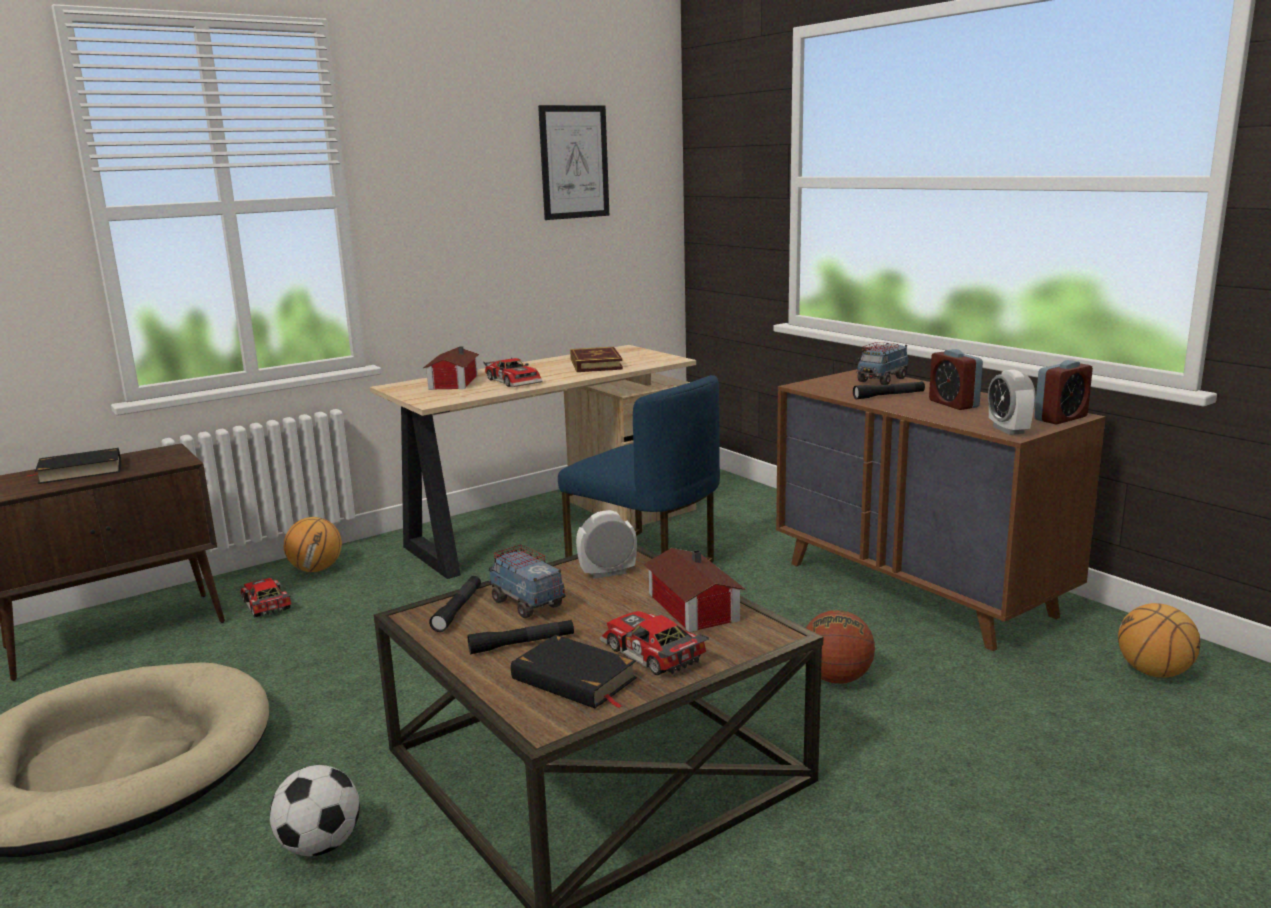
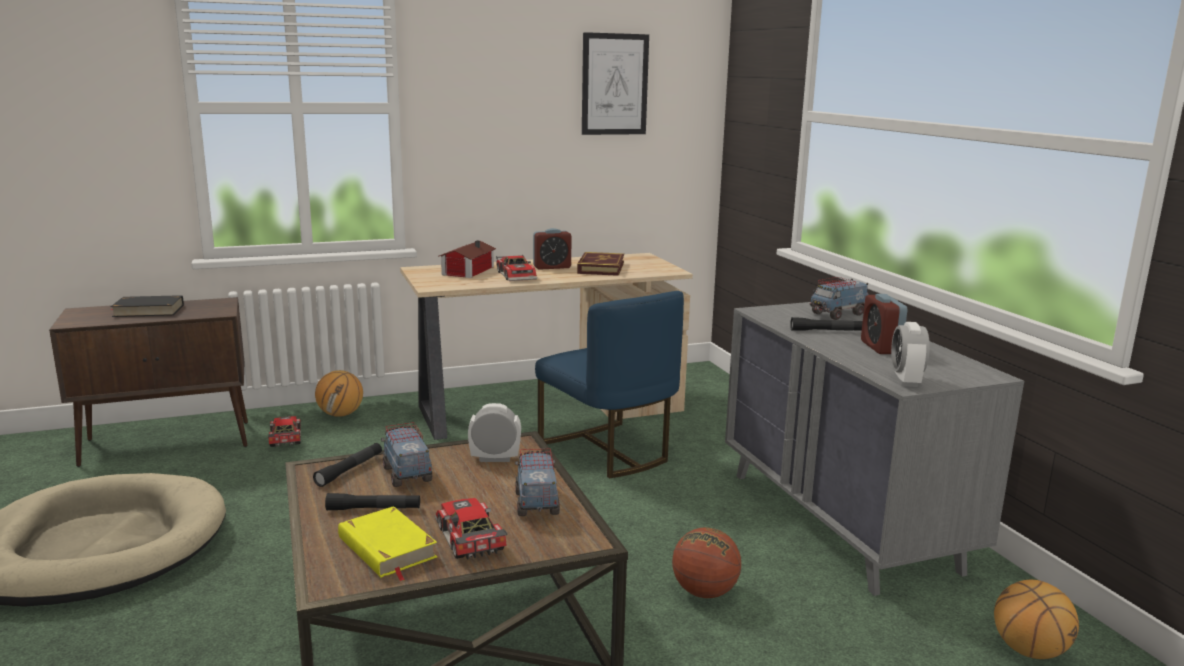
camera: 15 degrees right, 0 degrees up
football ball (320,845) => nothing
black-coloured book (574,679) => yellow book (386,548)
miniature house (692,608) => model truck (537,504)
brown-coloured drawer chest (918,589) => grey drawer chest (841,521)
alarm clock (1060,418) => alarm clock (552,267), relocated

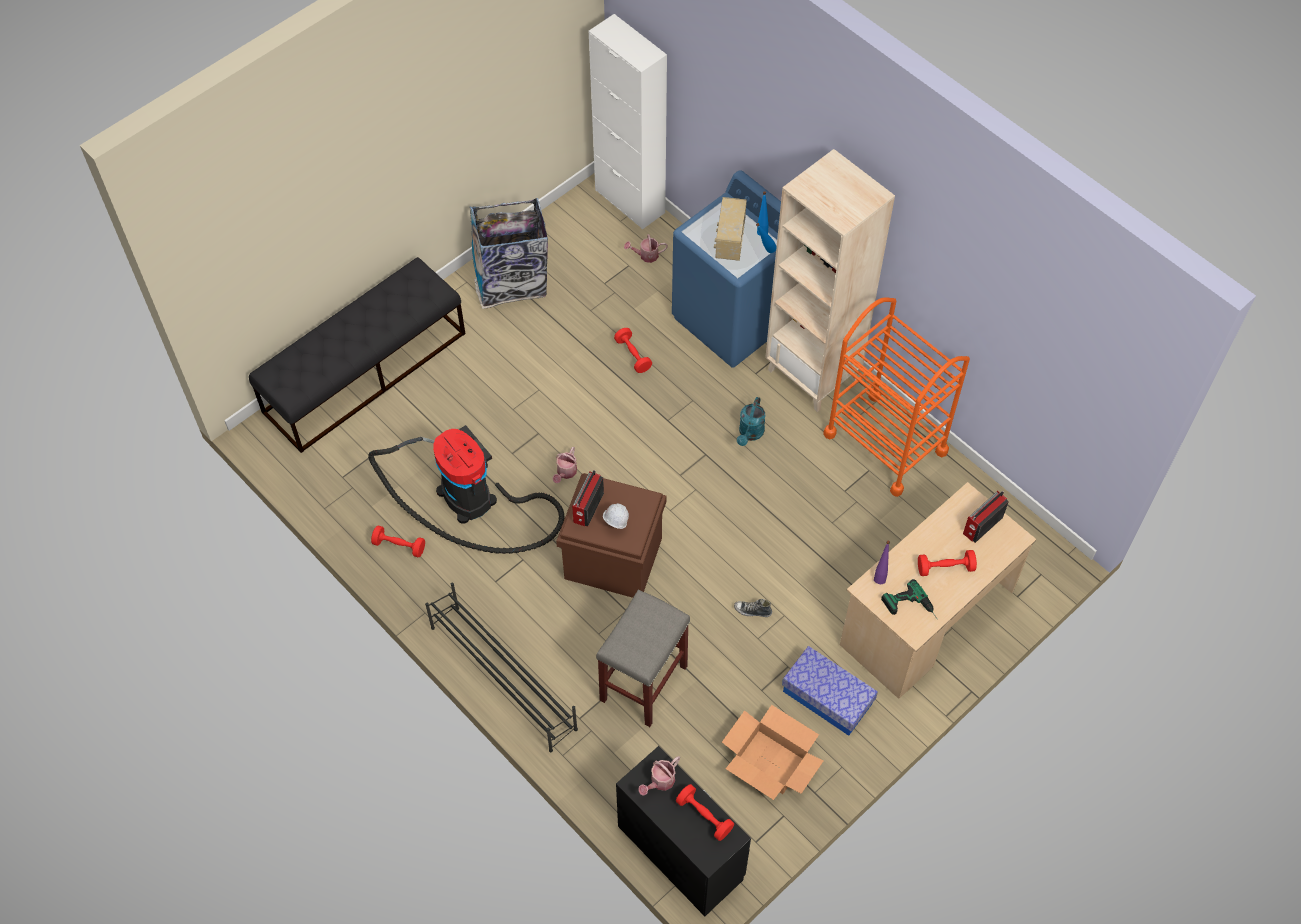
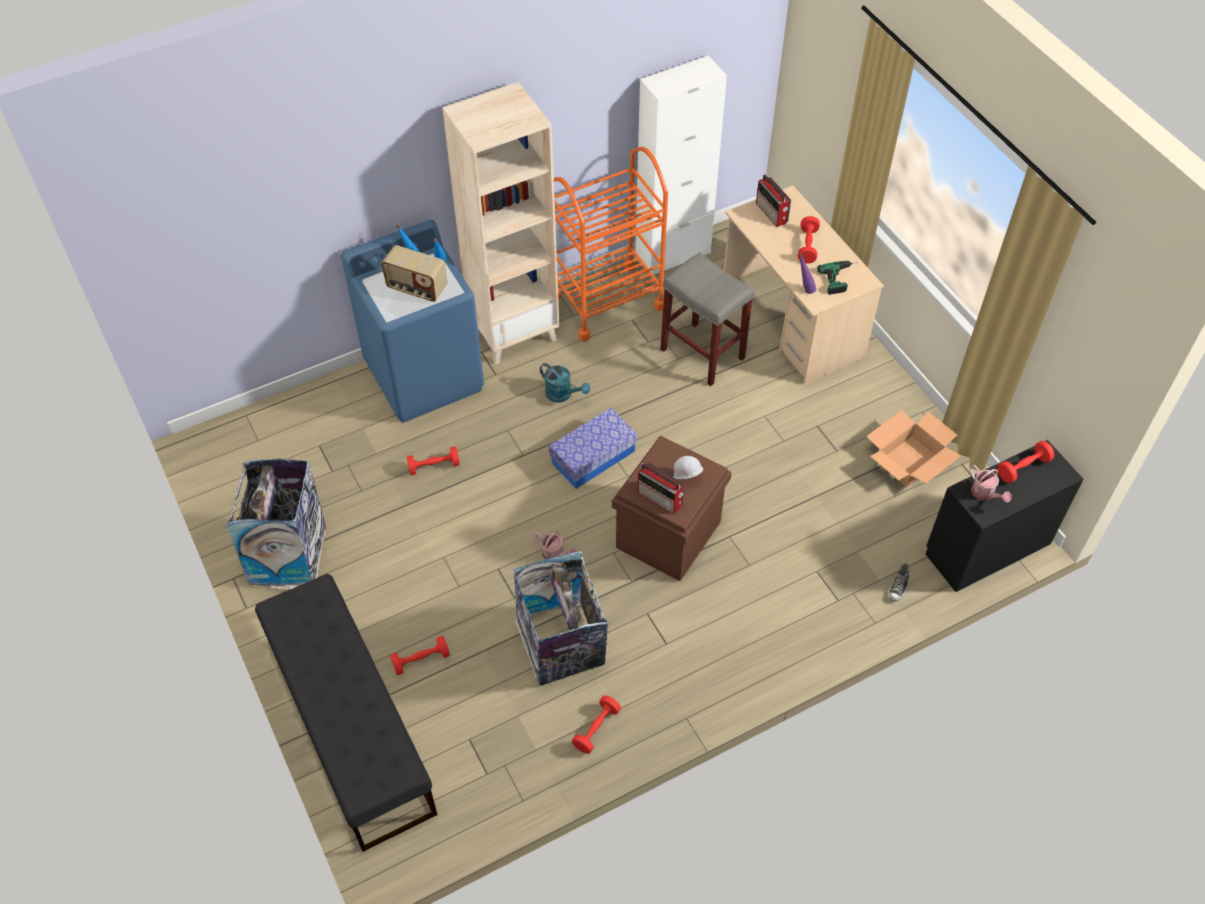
camera: 75 degrees left, 5 degrees down
hoover (472,501) => rubbish bin (561,646)
black-coloured shoe shelf (502,677) => nothing
white-coloured cabinet (630,201) => white-coloured cabinet (673,255), relocated
grey stool (643,682) => grey stool (701,353), relocated
sprinkling can (646,255) => nothing
shoe (752,611) => shoe (898,587), relocated
storage bin (827,697) => storage bin (593,457), relocated
nothing => reddish hand weight (421,660)

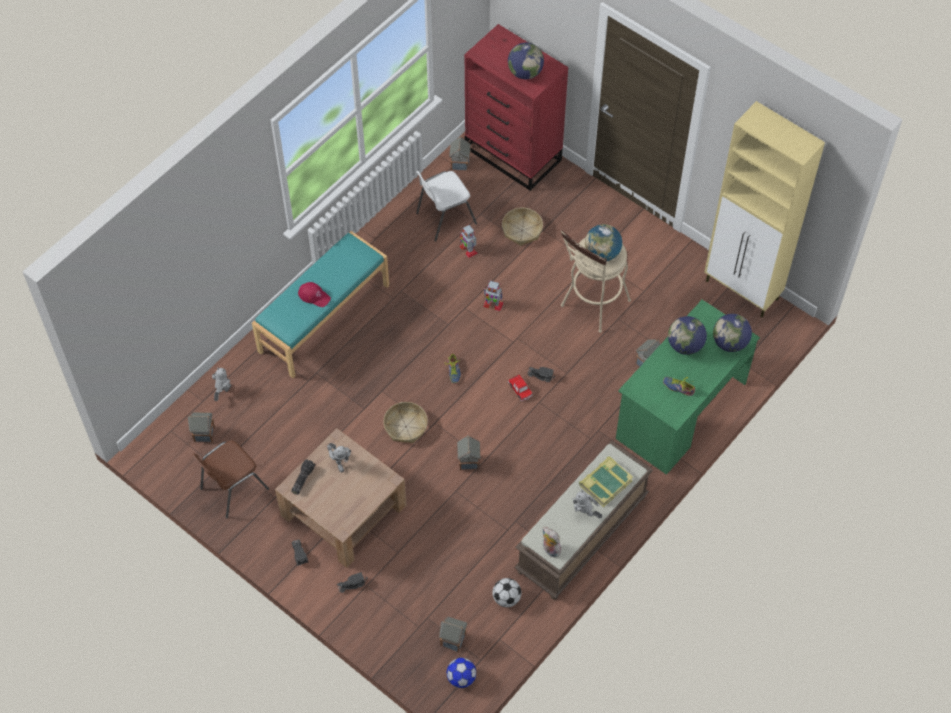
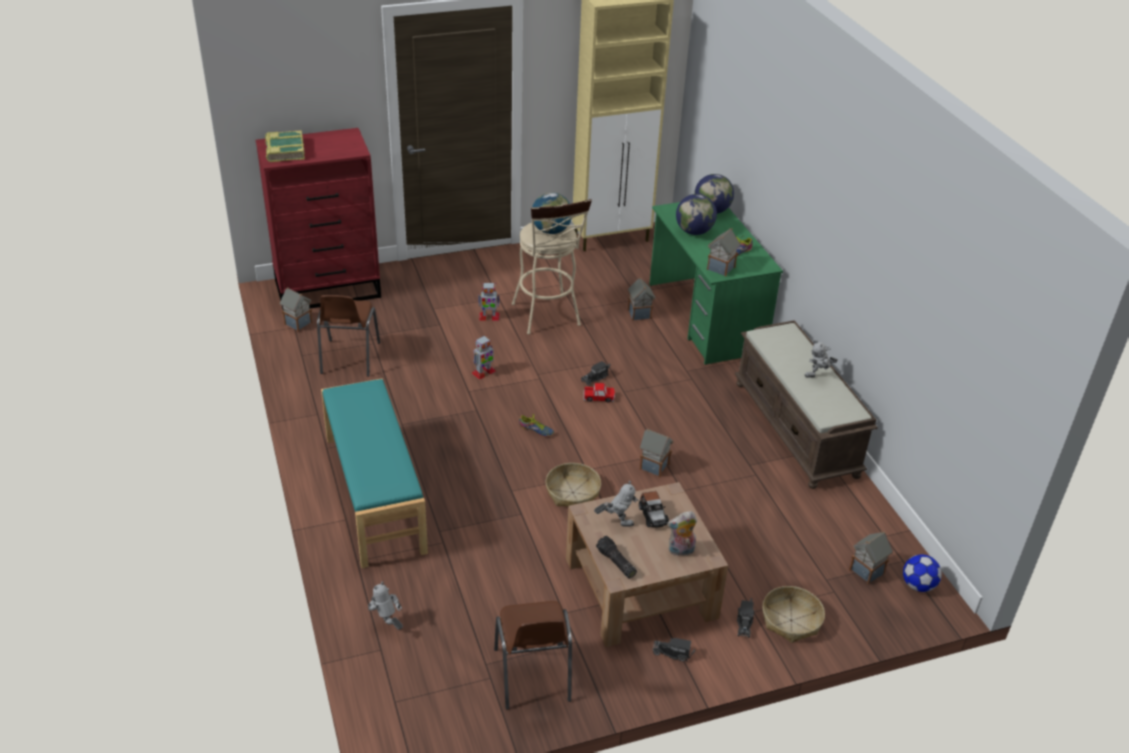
camera: 60 degrees left, 20 degrees down
miniature house (203,434) => miniature house (720,268), relocated
reddish cap (314,296) => nothing
white-coloured chair (444,218) => brown-coloured chair (349,359)
toy robot (468,249) => toy robot (489,317), relocated
football ball (506,598) => nothing
basket (522,230) => basket (791,620), relocated
world globe (525,73) => nothing
soft toy (550,549) => soft toy (680,551), relocated
book (605,483) => book (284,151), relocated
nothing => toy car (653,515)

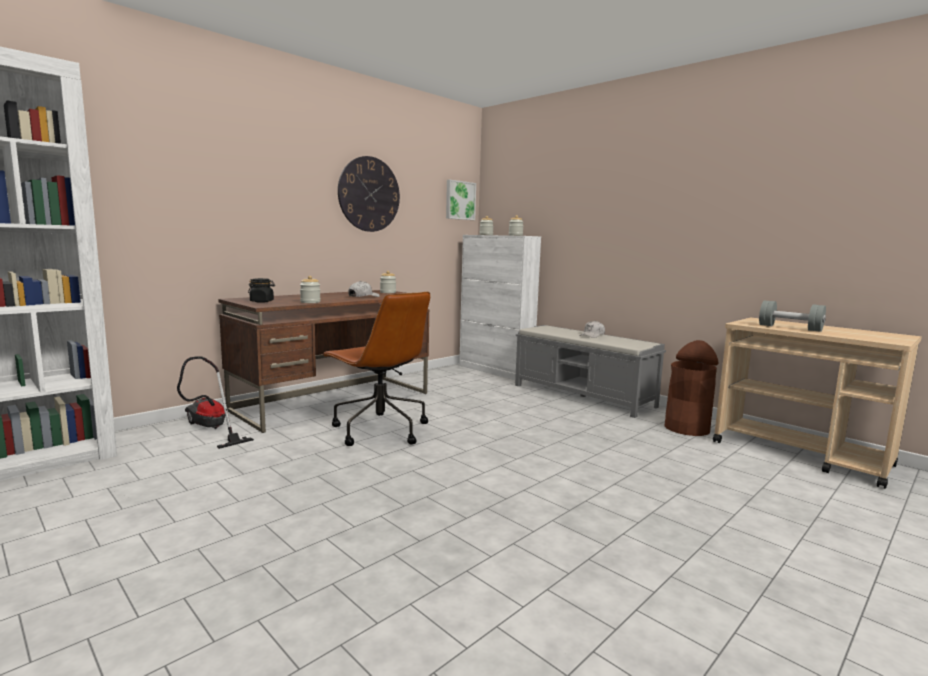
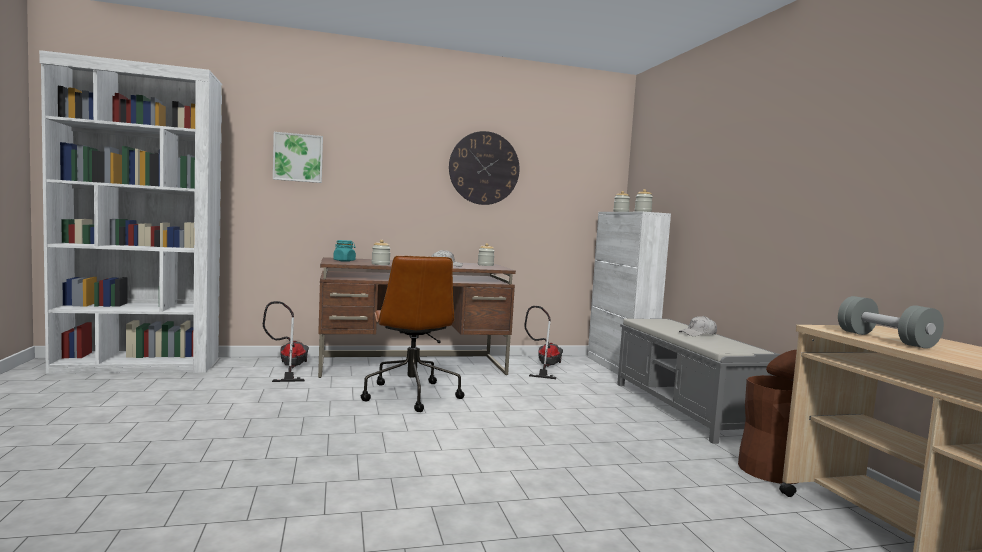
camera: 30 degrees right, 5 degrees down
black-coloured storage jar (262,301) => turquoise-coloured storage jar (344,261)
wall art (459,200) => wall art (298,158), relocated
nothing => hoover (544,366)

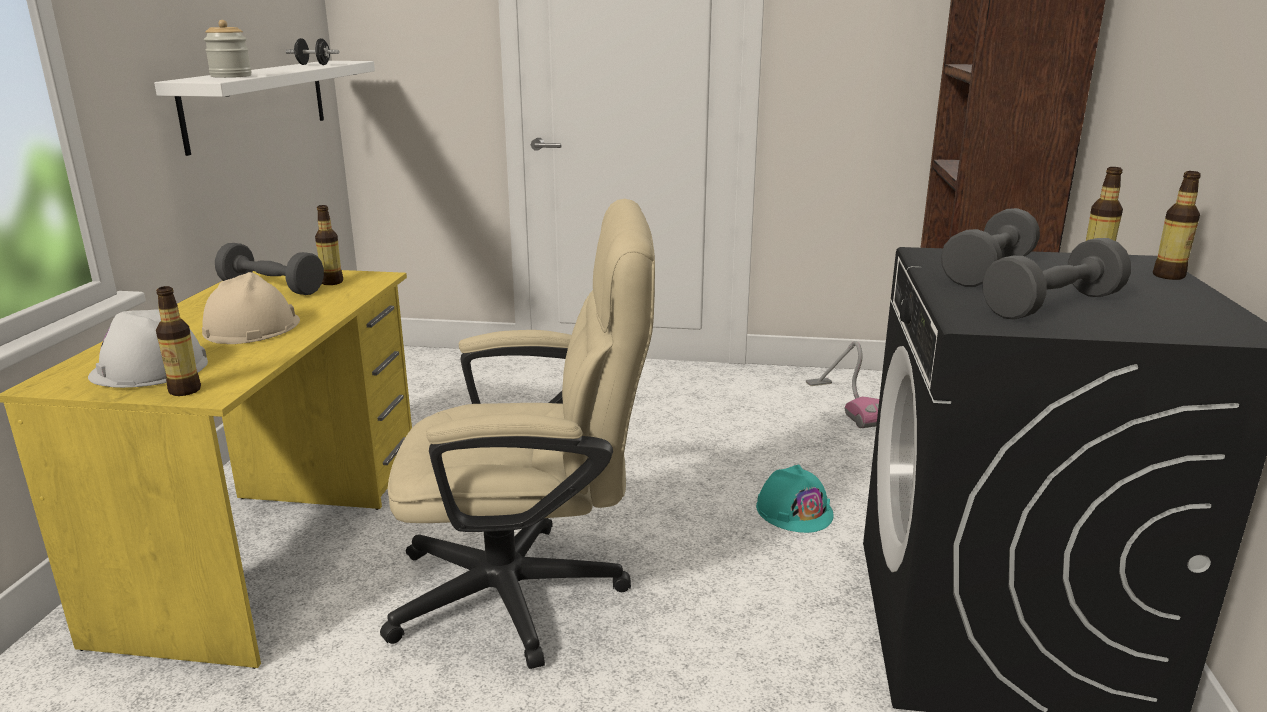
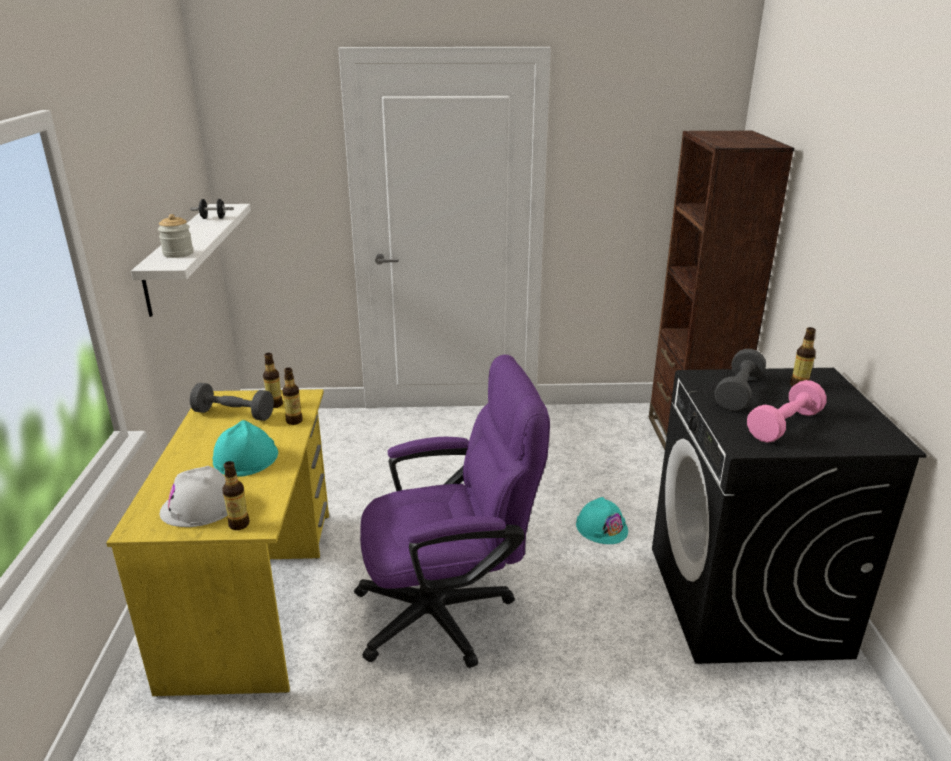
camera: 10 degrees left, 5 degrees up
sand-coloured hard hat (251,327) => turquoise-coloured hard hat (245,458)
sand-coloured office chair (530,592) => purple-coloured office chair (449,611)
hoover (844,404) => nothing
grey hand weight (1052,305) => pink-coloured hand weight (784,426)
bottle (1168,276) => bottle (294,421), relocated

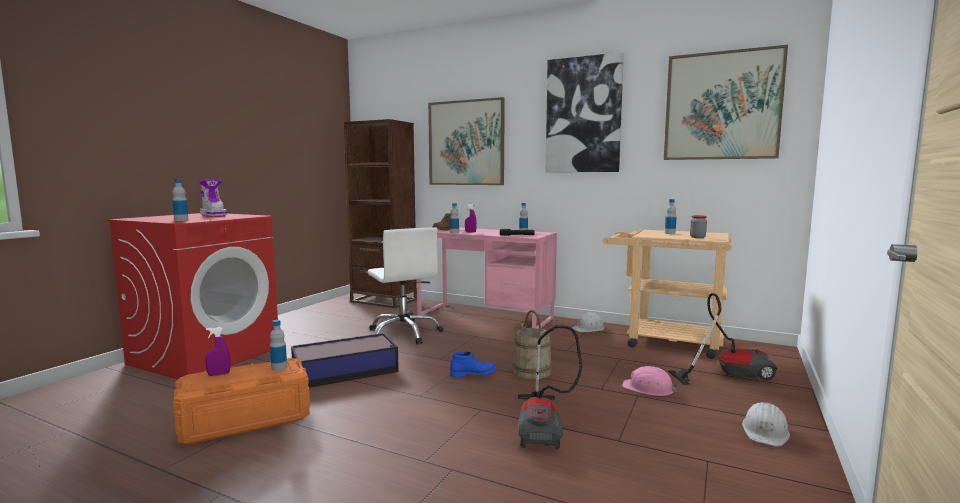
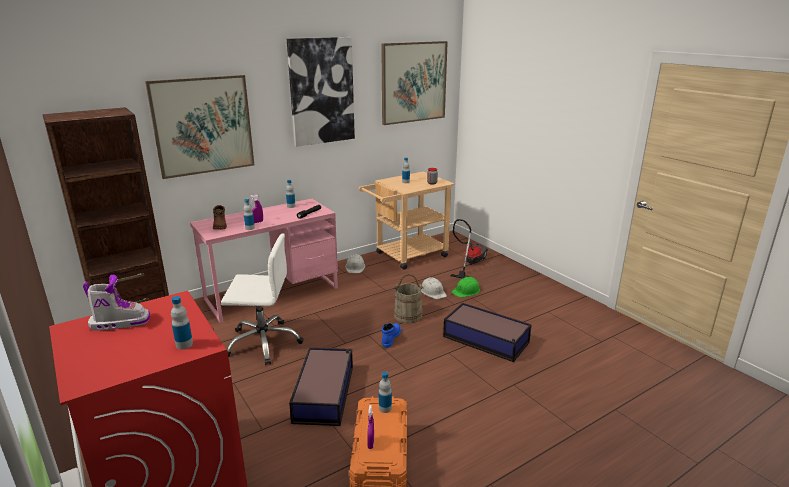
camera: 60 degrees left, 15 degrees up
hoover (543,427) => storage bin (486,340)
pink-coloured hard hat (648,388) => green-coloured hard hat (466,291)
white-coloured hard hat (765,432) => white-coloured hard hat (433,292), relocated

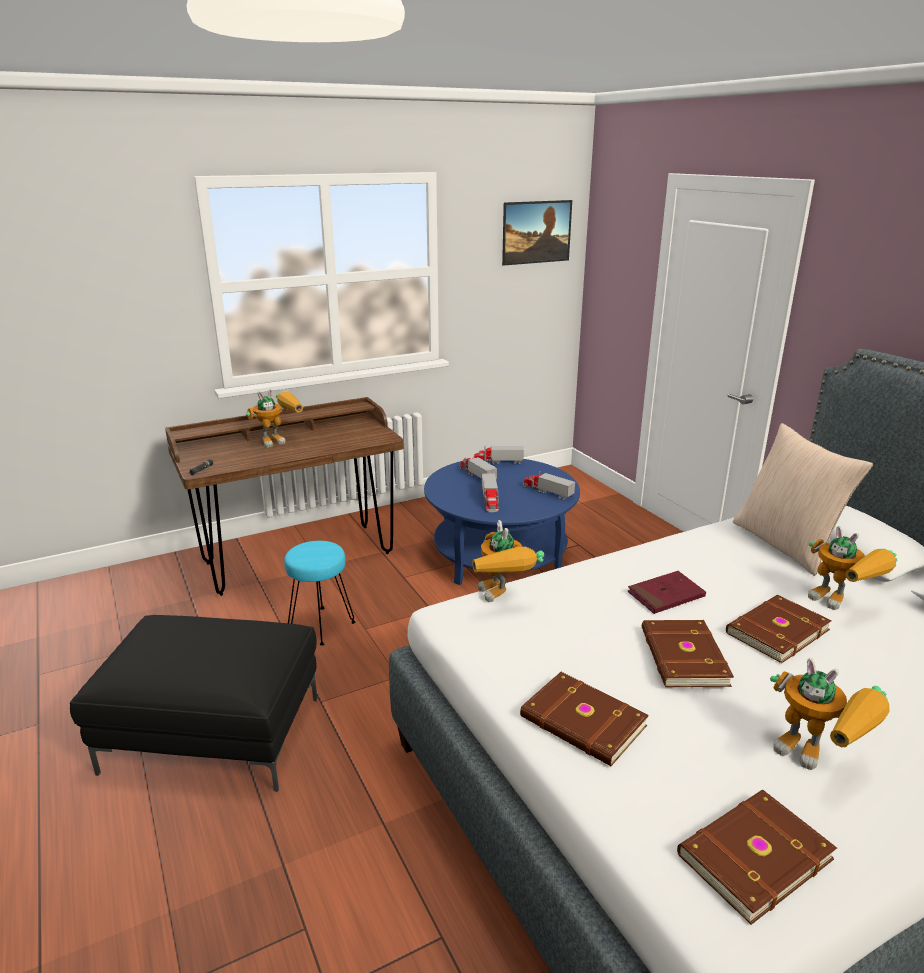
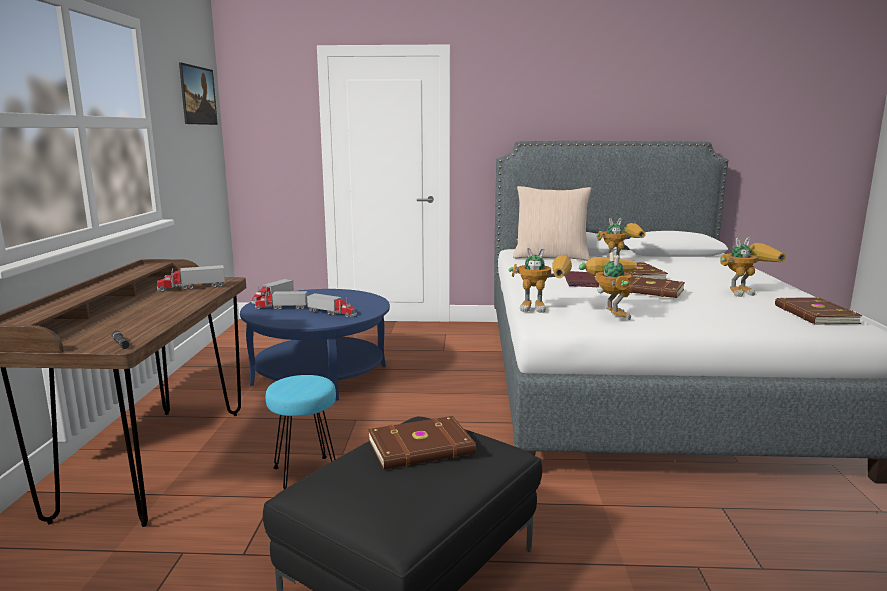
camera: 60 degrees left, 10 degrees down
toy robot (279,440) => toy robot (608,314), relocated
brown-coloured book (582,723) => brown-coloured book (422,448), relocated
model truck (547,492) => model truck (191,287), relocated

